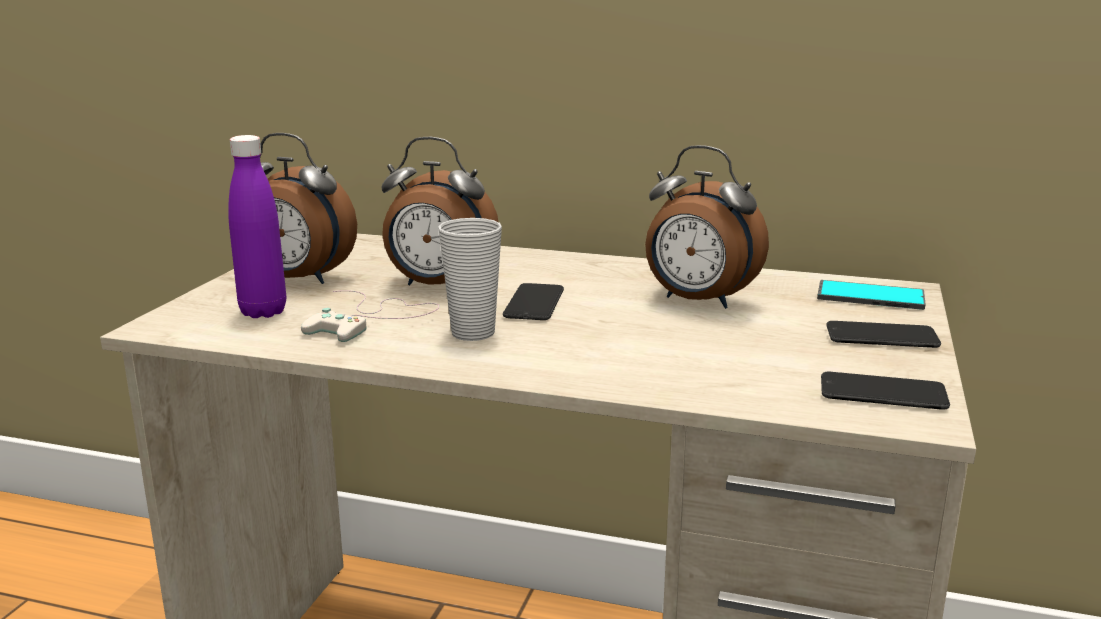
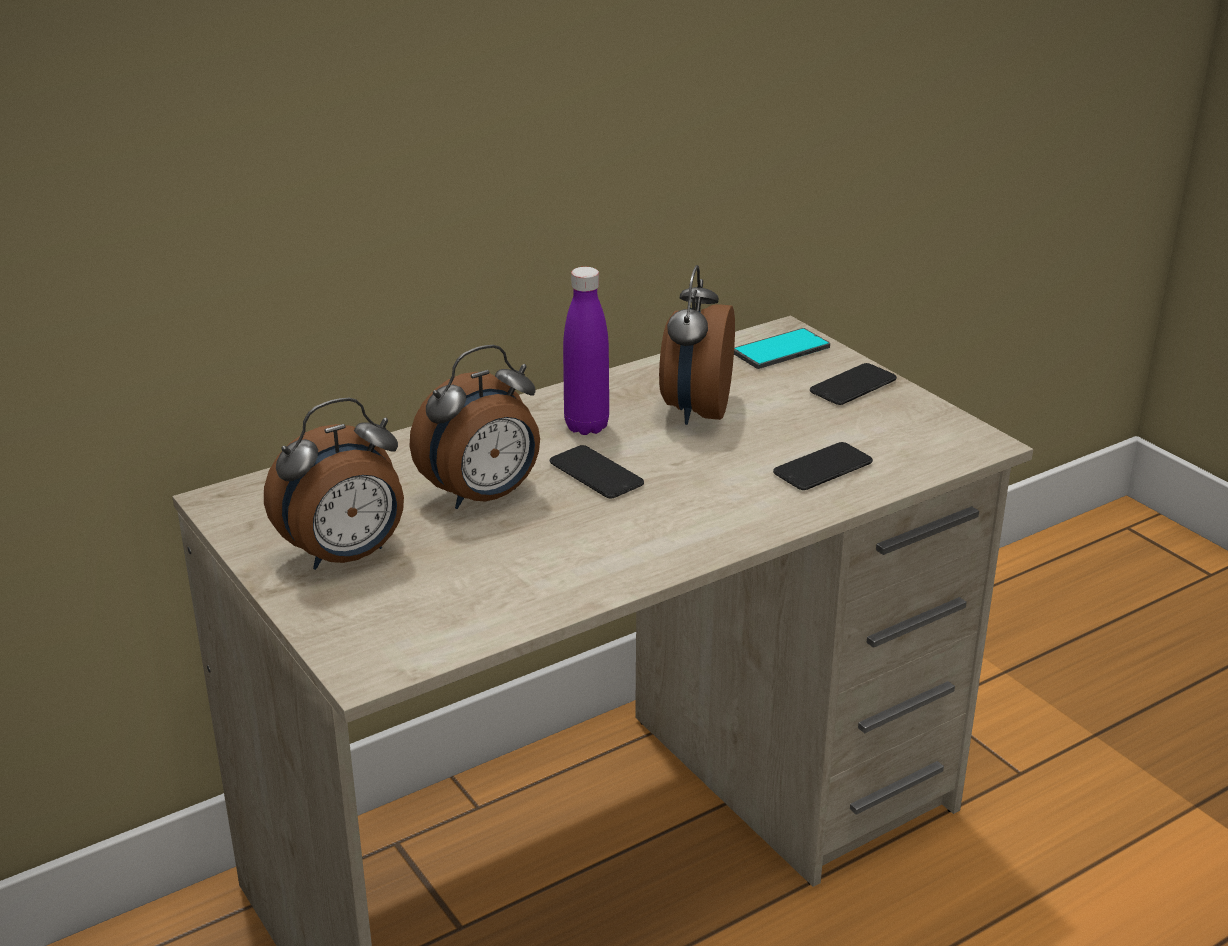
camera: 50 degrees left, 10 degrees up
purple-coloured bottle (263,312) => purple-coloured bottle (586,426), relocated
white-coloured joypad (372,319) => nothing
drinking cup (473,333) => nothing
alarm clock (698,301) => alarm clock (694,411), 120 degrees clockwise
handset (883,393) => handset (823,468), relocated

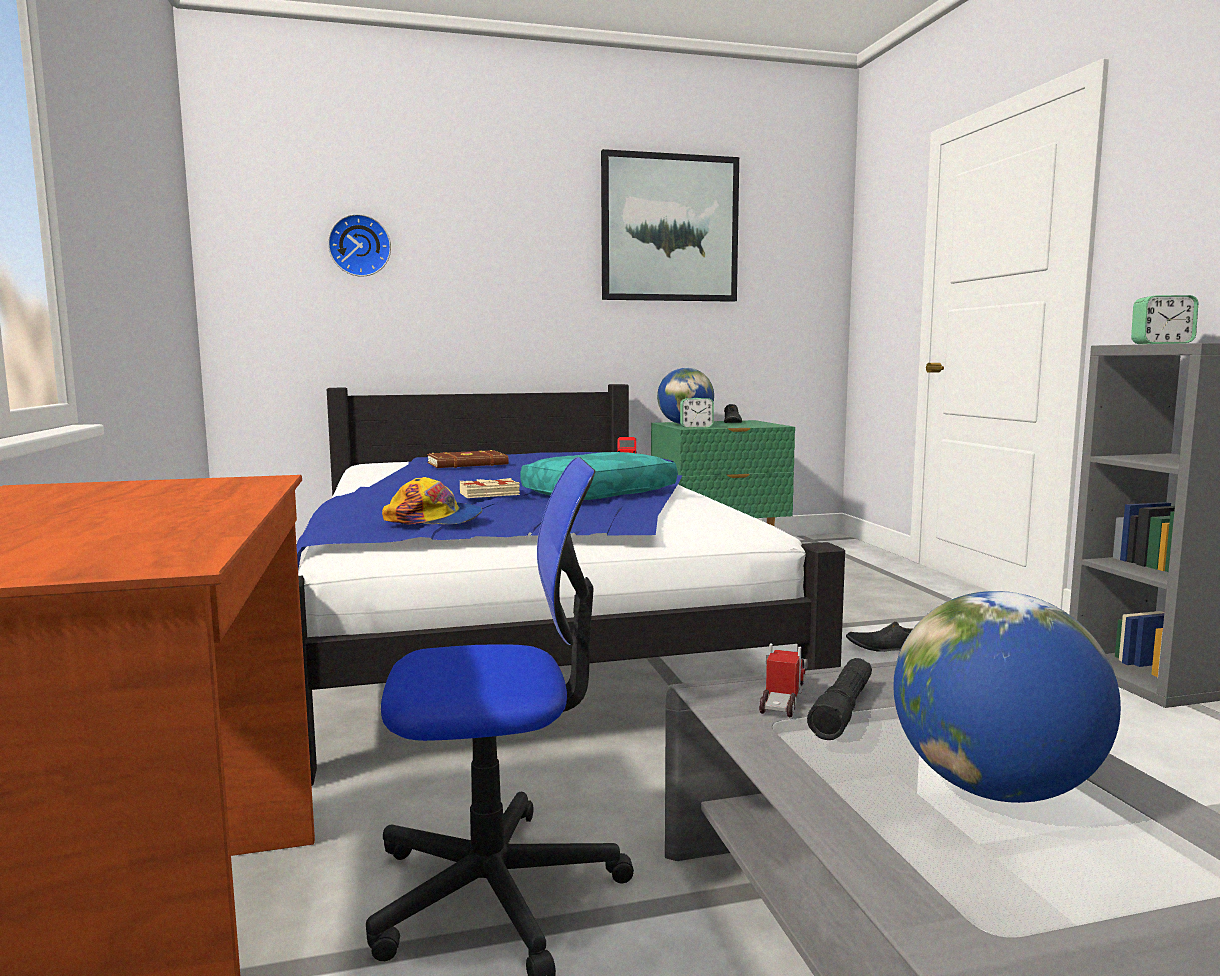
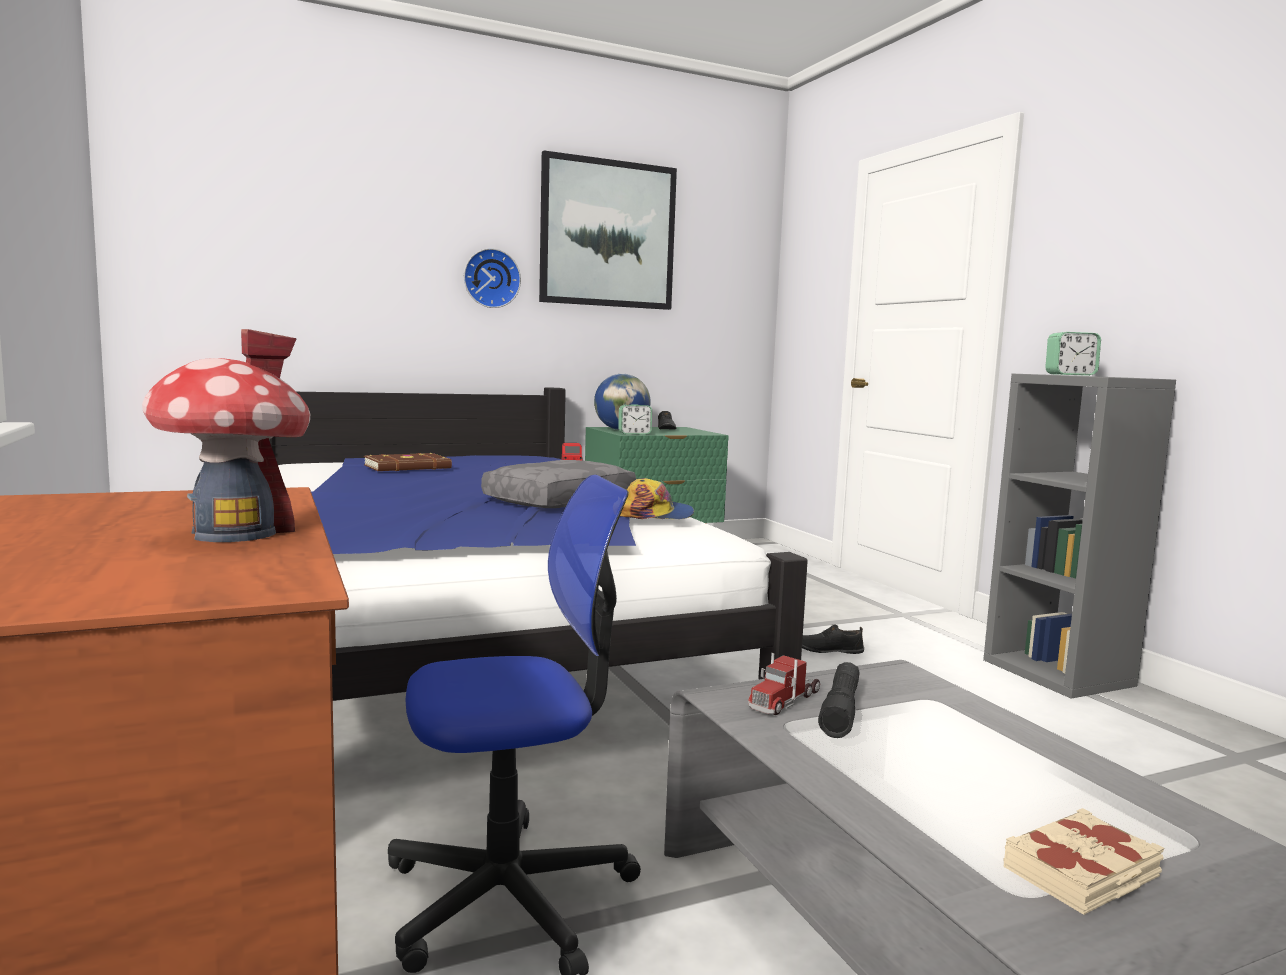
camera: 10 degrees left, 0 degrees up
clock on the wall (360,246) => clock on the wall (491,278), relocated
cap (435,518) => cap (654,514), relocated
sand-coloured book (490,494) => sand-coloured book (1083,873), relocated
turquoise-coloured pillow (599,493) => grey pillow (559,500)
model truck (782,698) => model truck (784,700), 150 degrees counterclockwise
world globe (995,788) => nothing
nothing => miniature house (234,533)

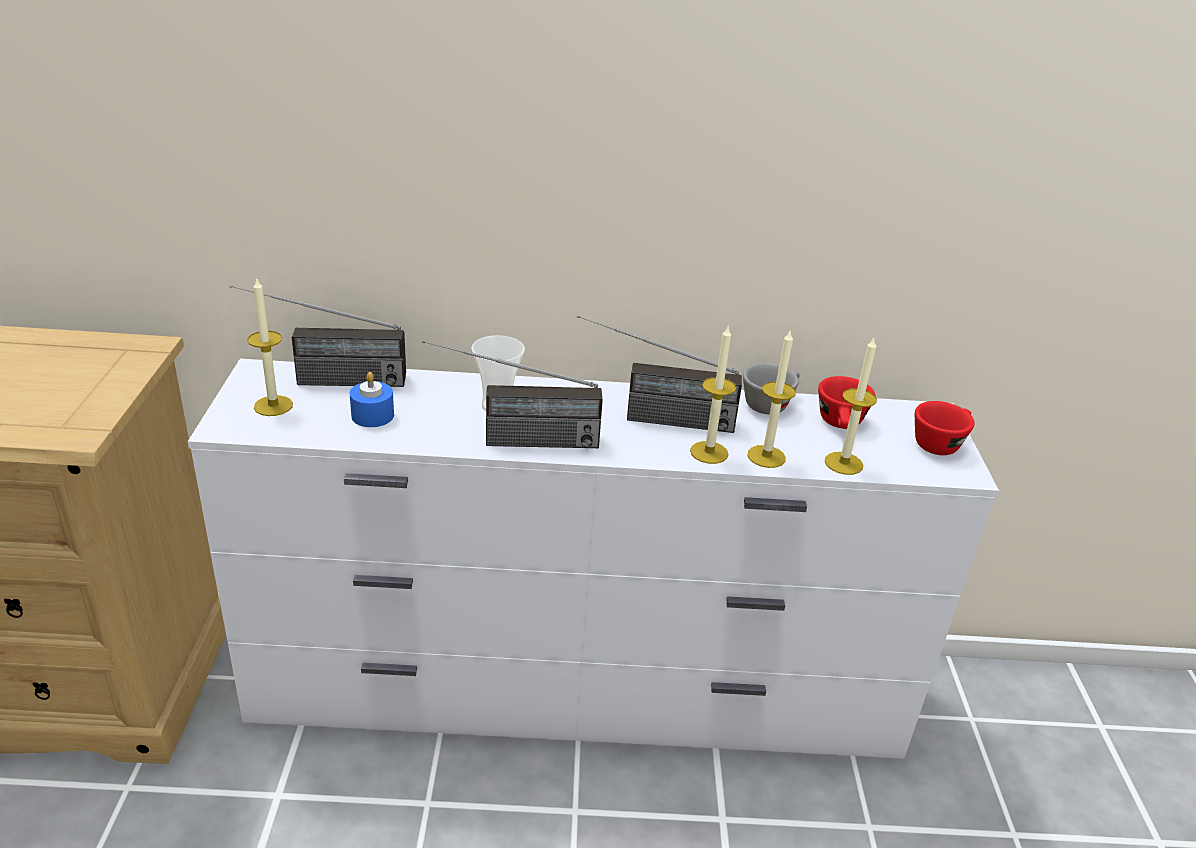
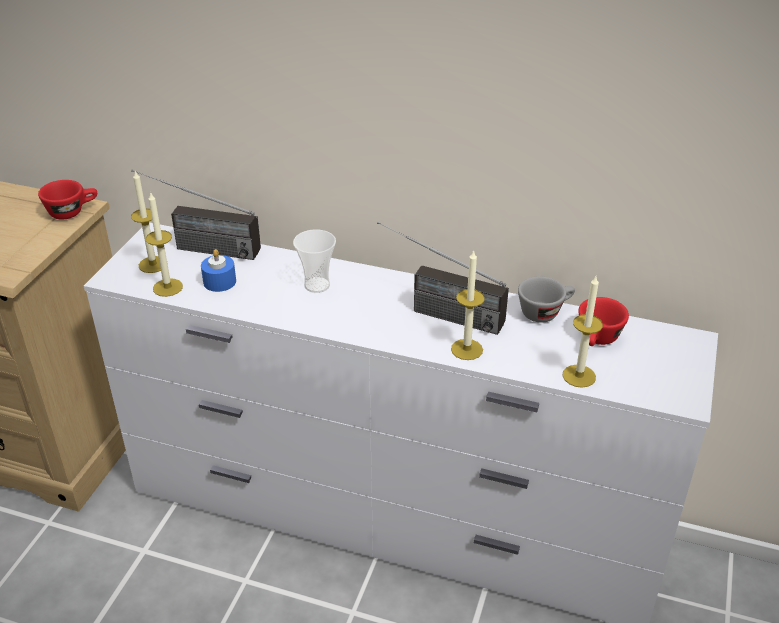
camera: 20 degrees right, 5 degrees up
radio set (511,440) => nothing
wax light (766,456) => wax light (167,287), relocated
reddish drinking cup (940,443) => reddish drinking cup (72,211), relocated

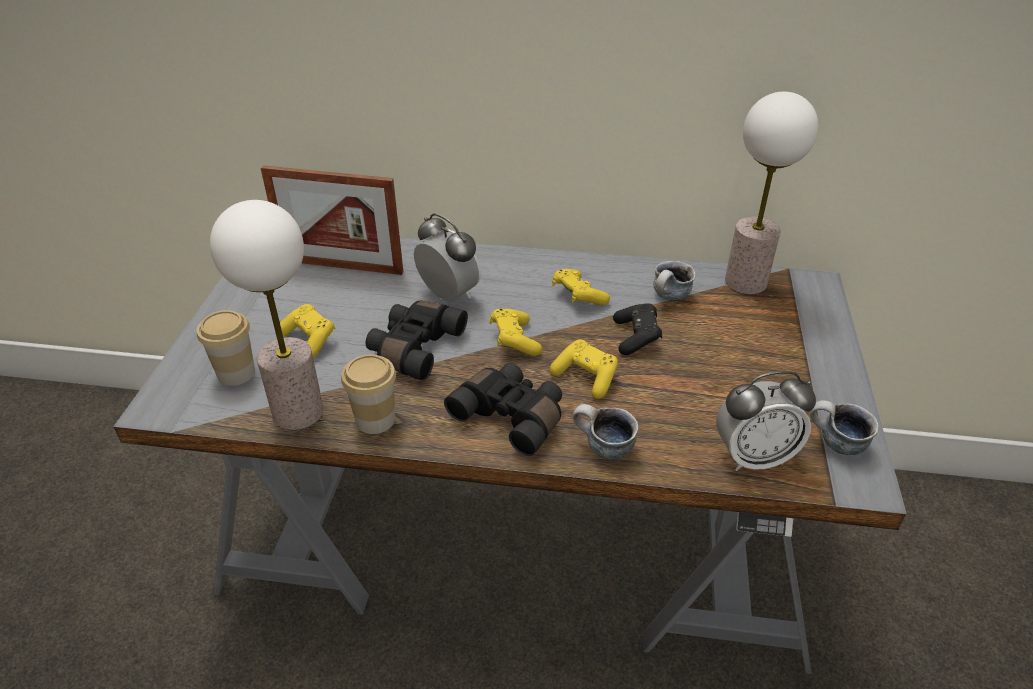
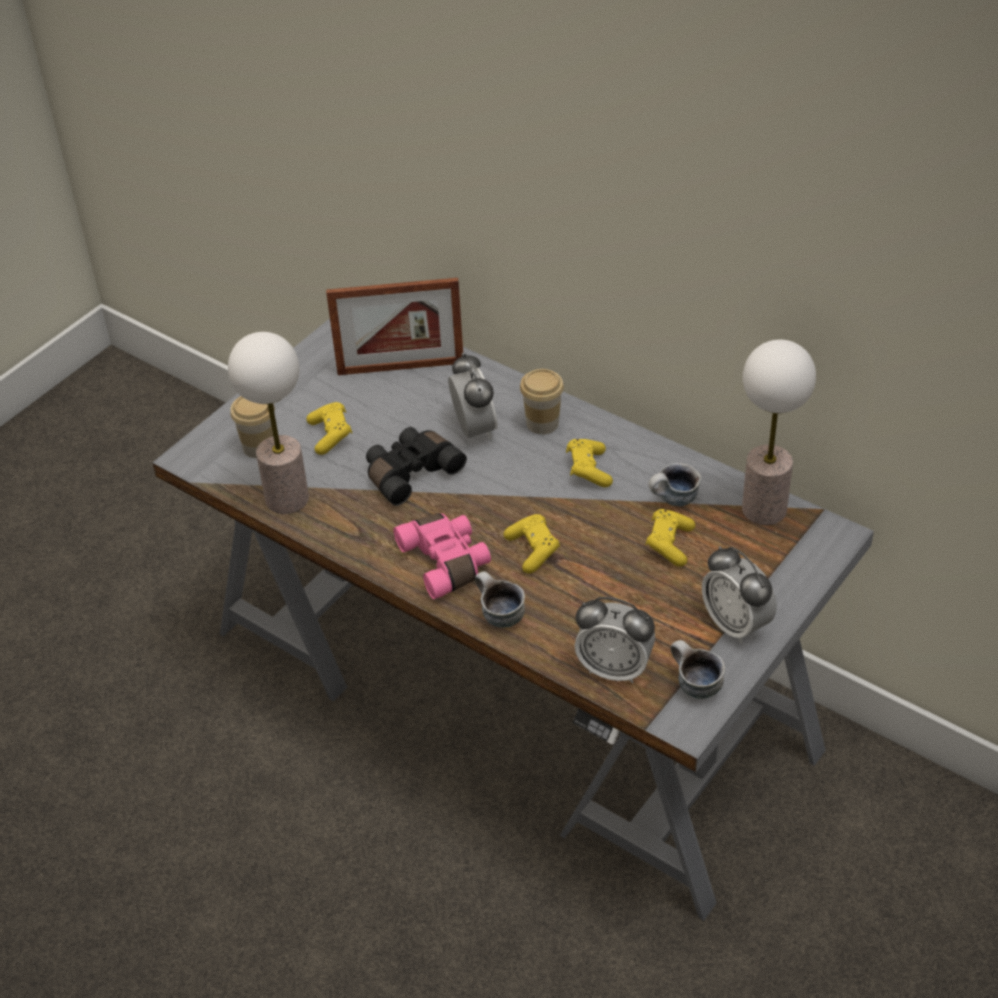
camera: 30 degrees right, 5 degrees up
standing frame (341,266) => standing frame (400,367), 45 degrees counterclockwise
drinking cup (375,420) => drinking cup (542,423), relocated
black-coloured field glasses (512,416) => pink-coloured field glasses (447,562)
yellow joypad (514,341) => yellow joypad (669,544), relocated
black-coloured joypad (636,337) => nothing
nothing => alarm clock (736,624)

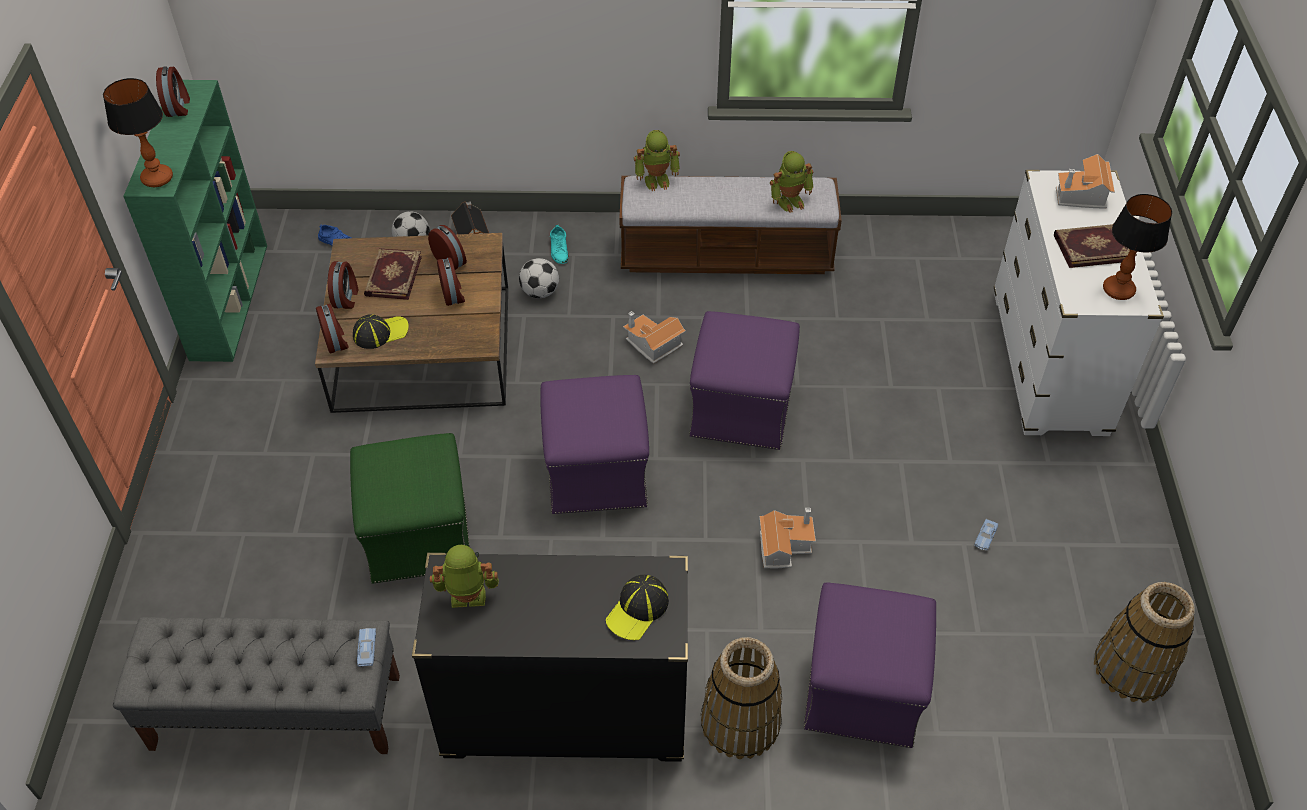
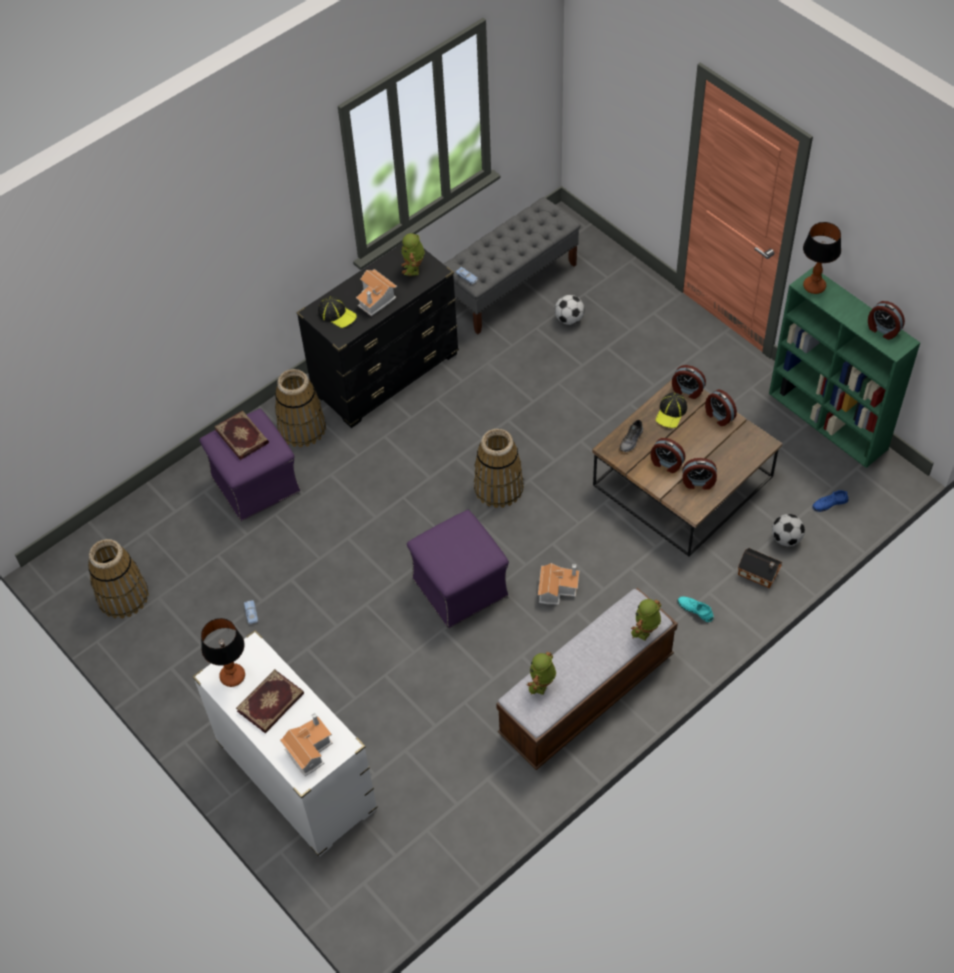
camera: 140 degrees right, 5 degrees up
green-coloured footrest (418,535) => nothing
book (392,276) => book (242,436), relocated
toy robot (467,599) => toy robot (413,268), 135 degrees clockwise
football ball (540,292) => football ball (569,319), relocated
purple-coloured footrest (596,472) => basket (499,488)
cap (637,610) => cap (337,314), 135 degrees clockwise
miniature house (784,545) => miniature house (376,299), relocated
nothing => grey shoe (631,440)

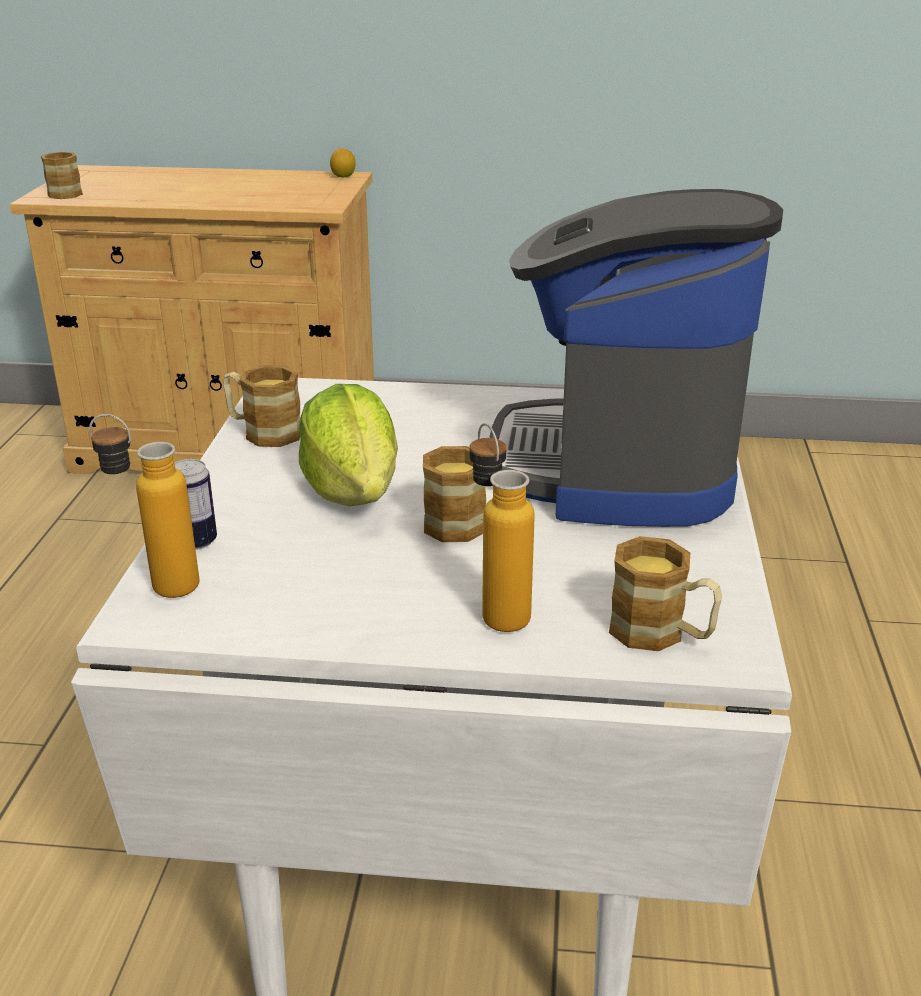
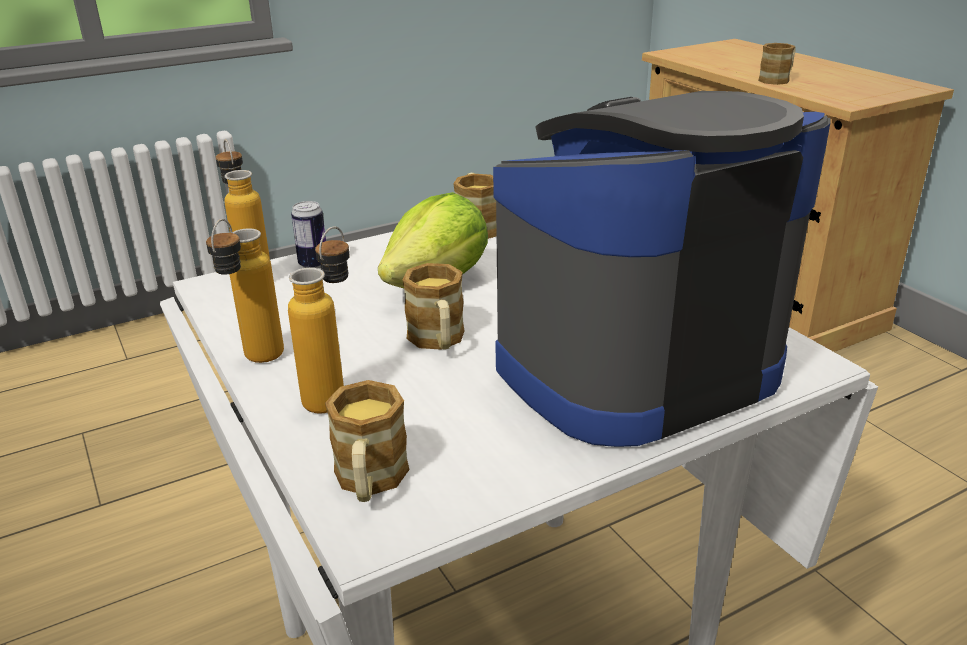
camera: 55 degrees right, 0 degrees up
tea mug (67,192) => tea mug (777,79), relocated
lemon (343,176) => nothing
nothing => bottle (256,362)

